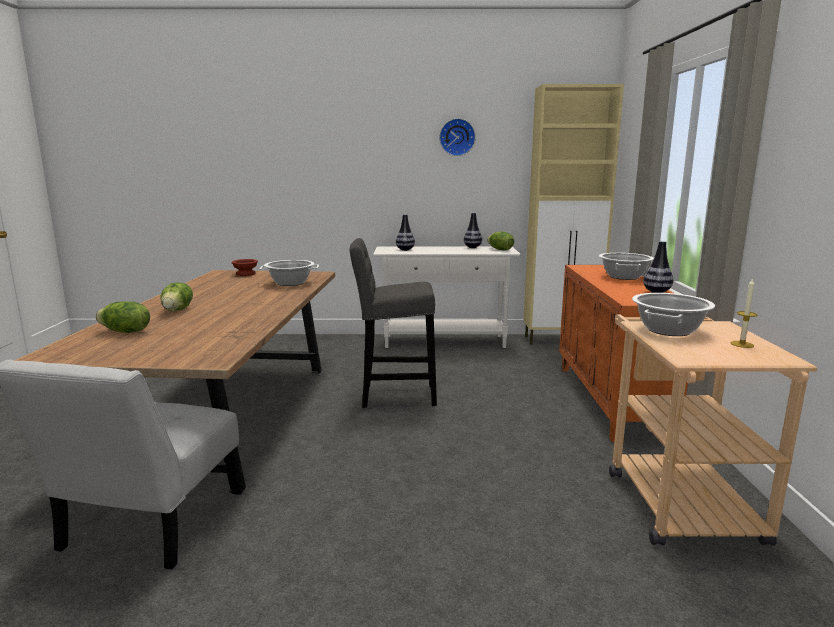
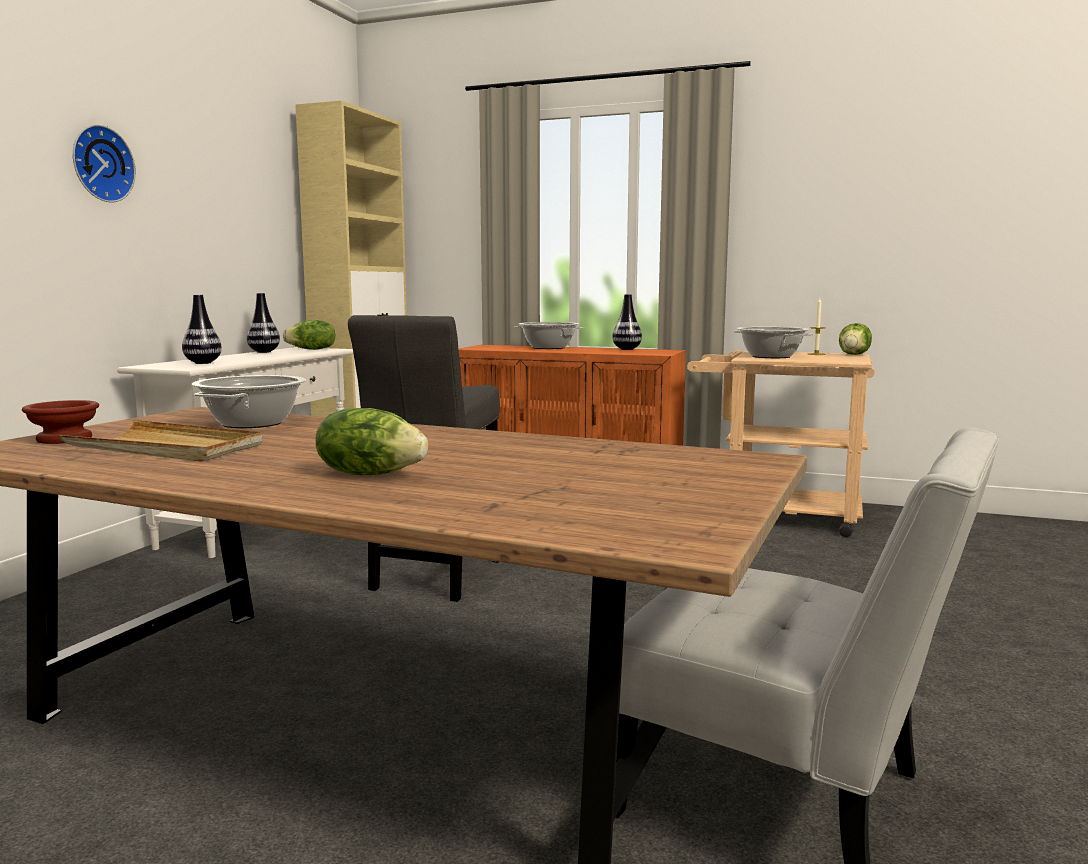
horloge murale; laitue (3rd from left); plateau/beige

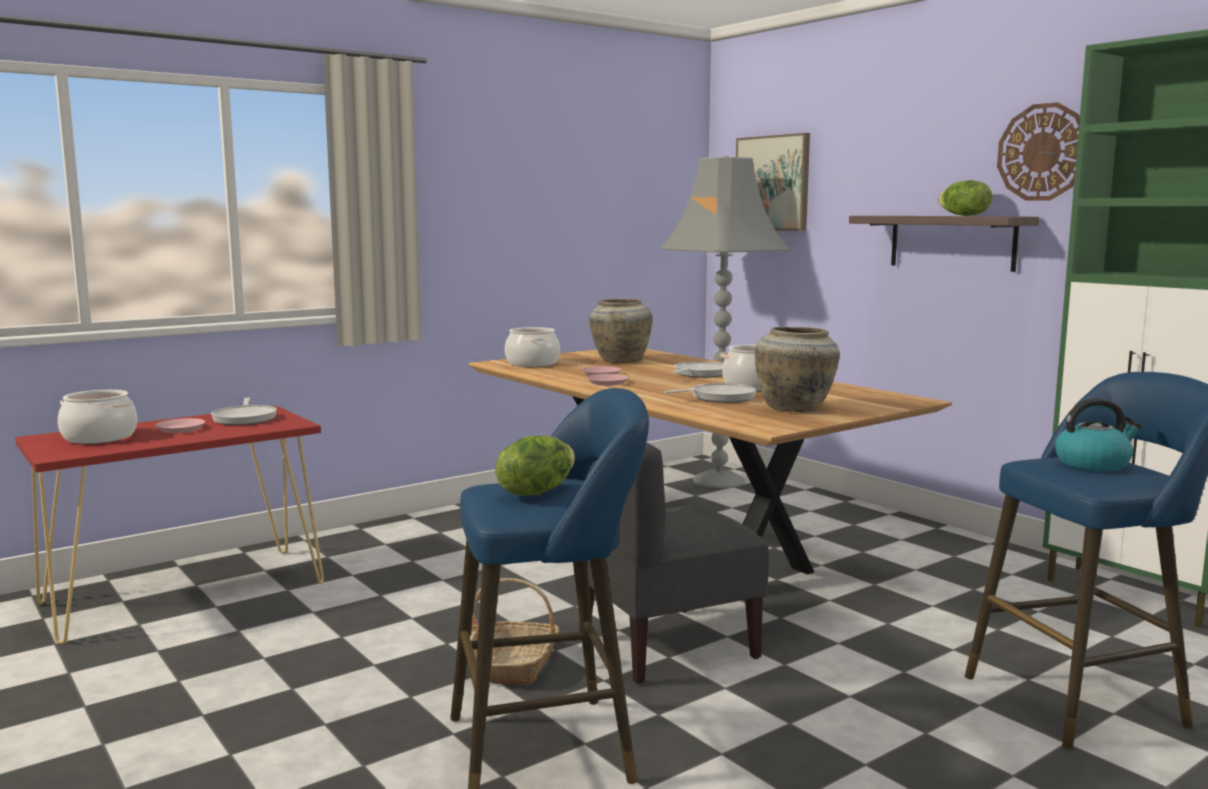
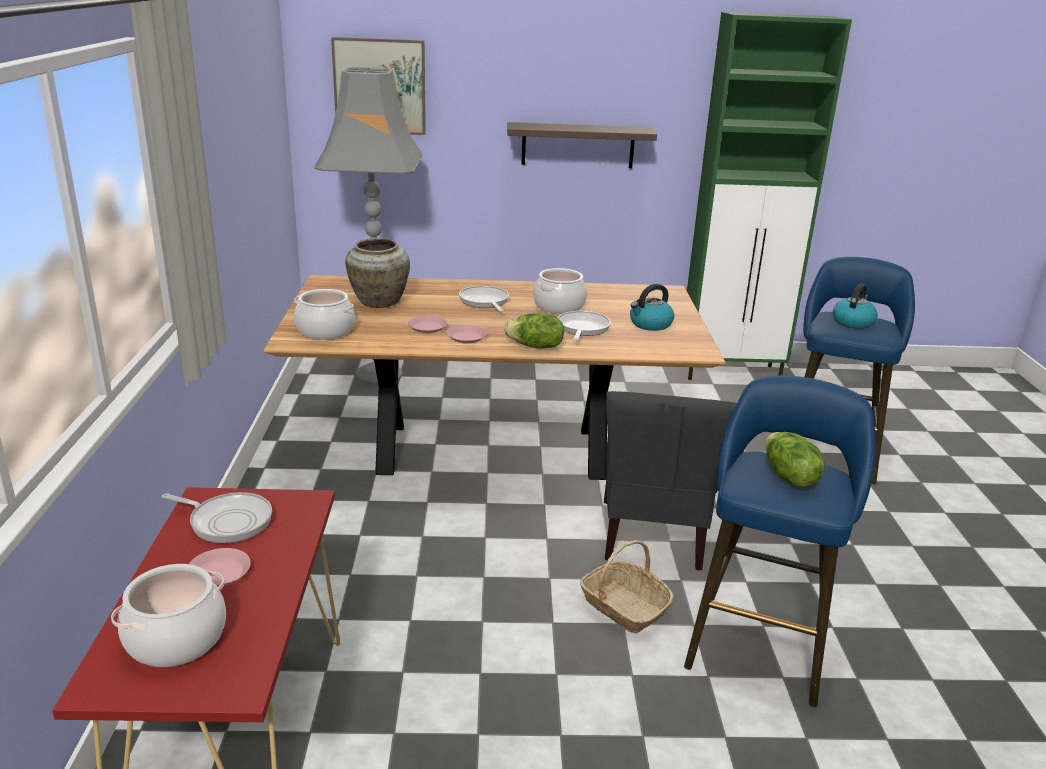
horloge murale; laitue (1st from left); bouilloire (1st from left)

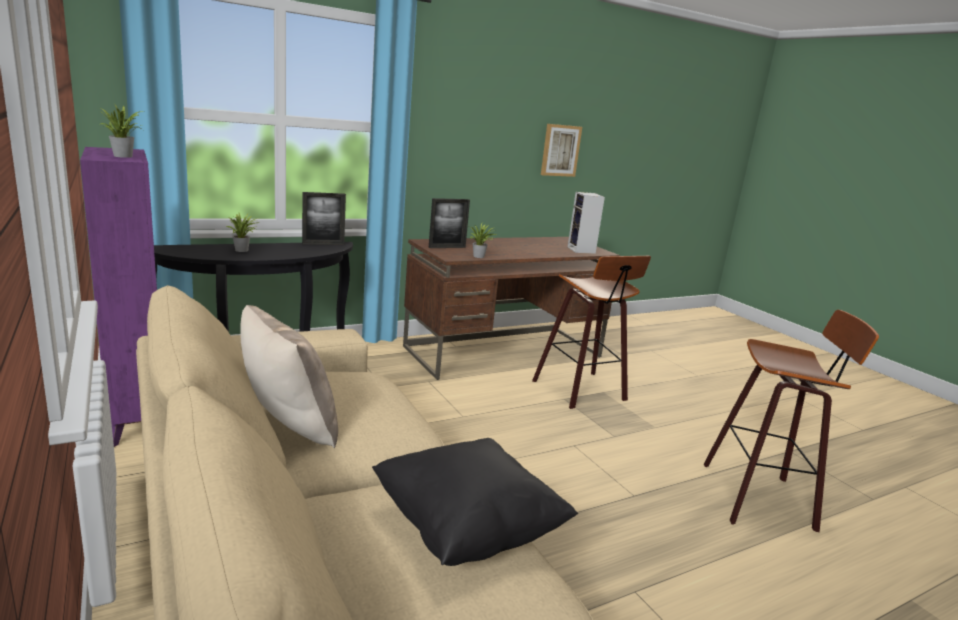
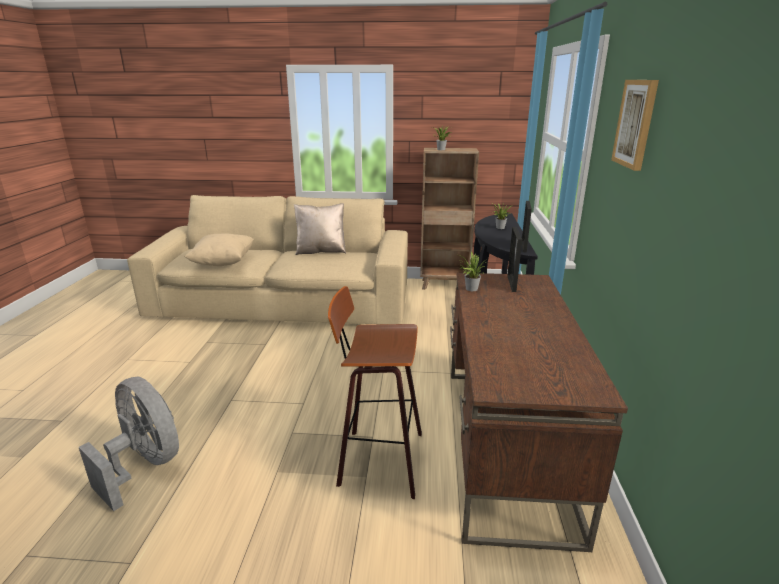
tableau; bibliothèque/marron; enceinte; ventilateur/gris; coussin/beige (1st from left)

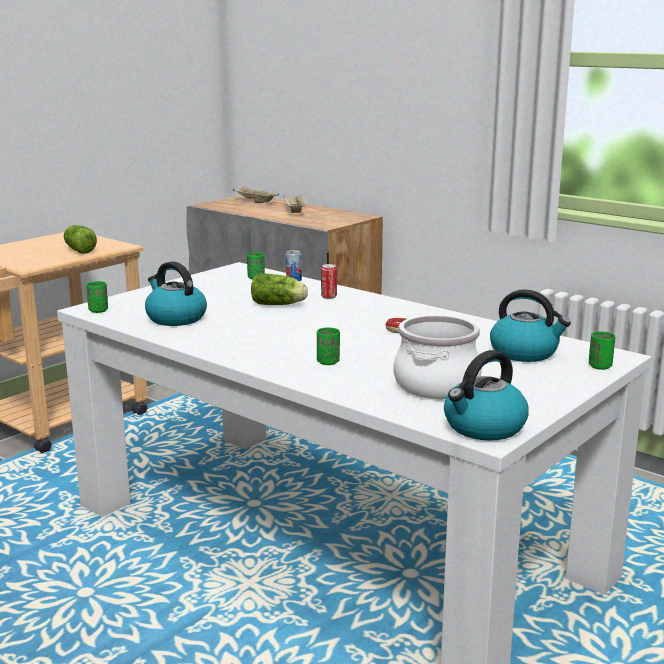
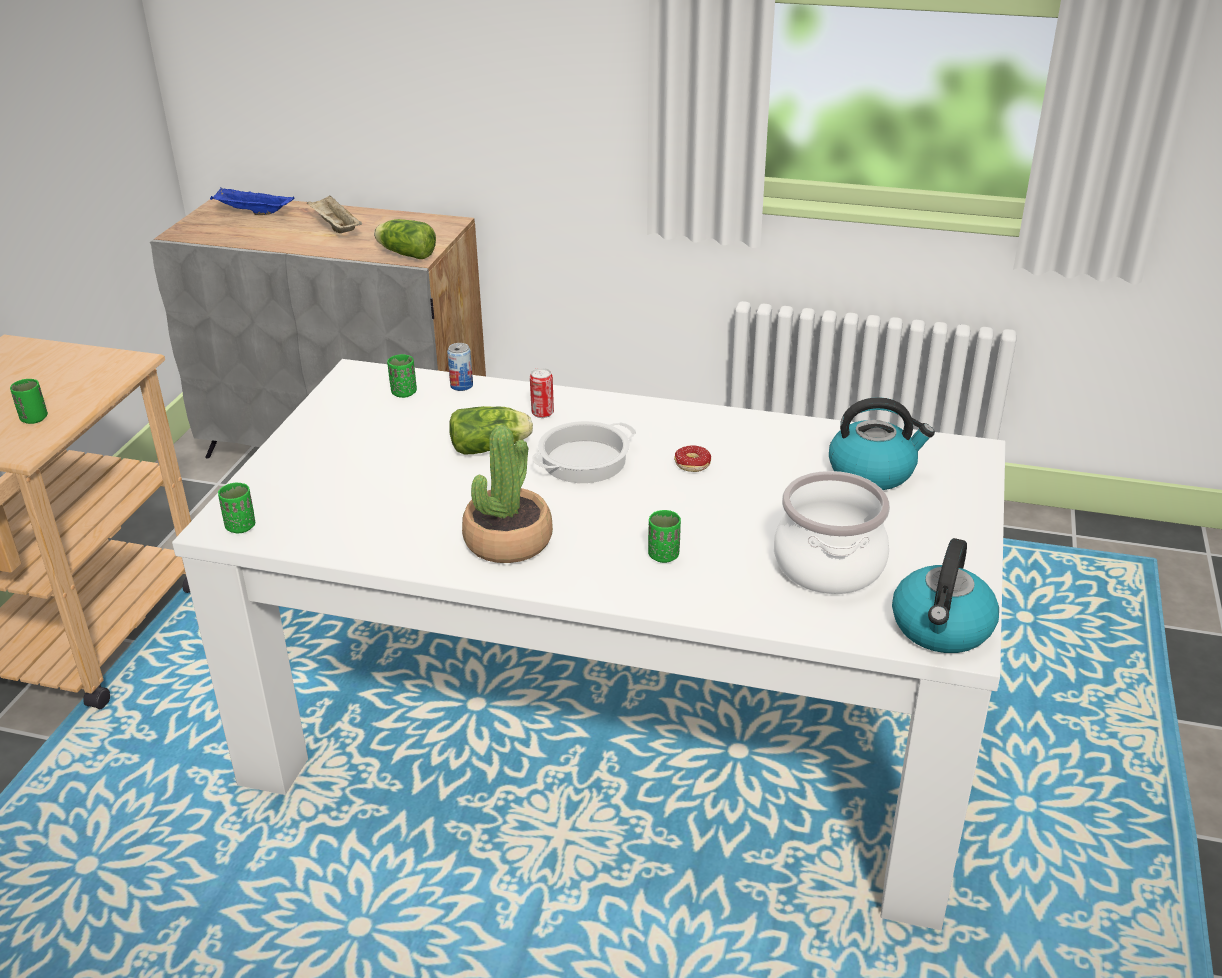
plateau/bleu; laitue (1st from left); bouilloire (1st from left in the first image); tasse/vert (1st from left); marmite (1st from left); plante en pot

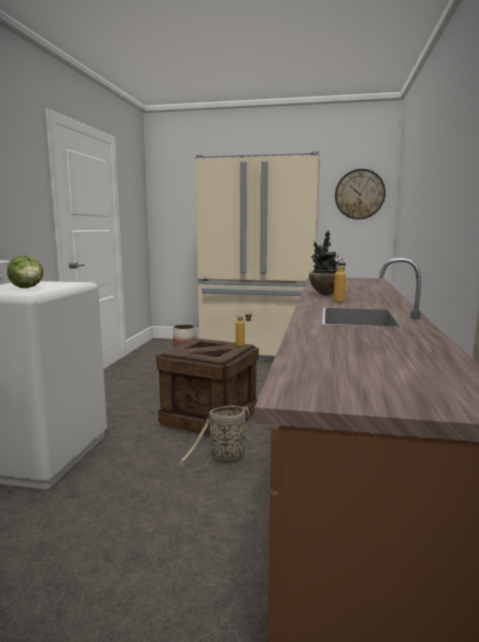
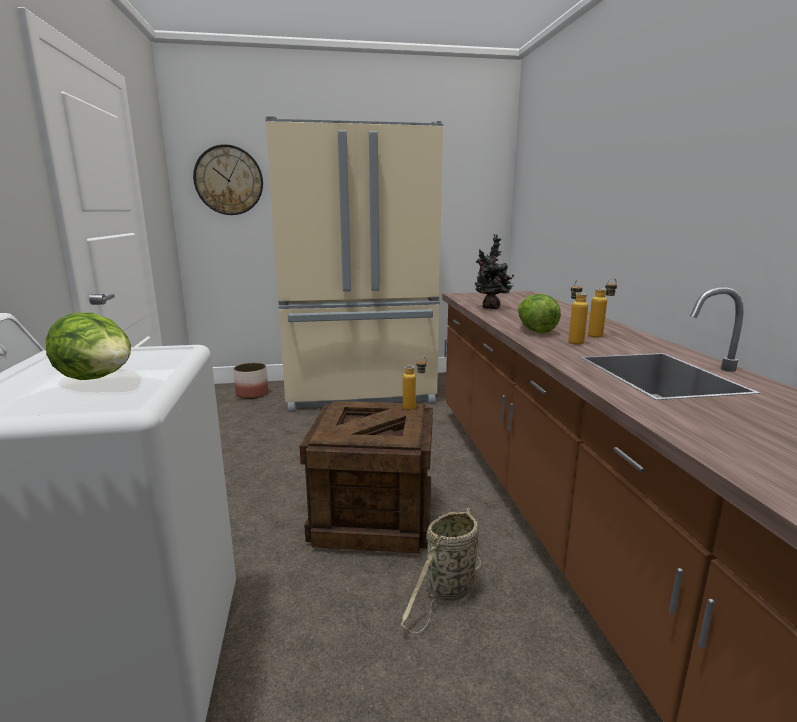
horloge murale; laitue (2nd from left); bouteille (3rd from left)

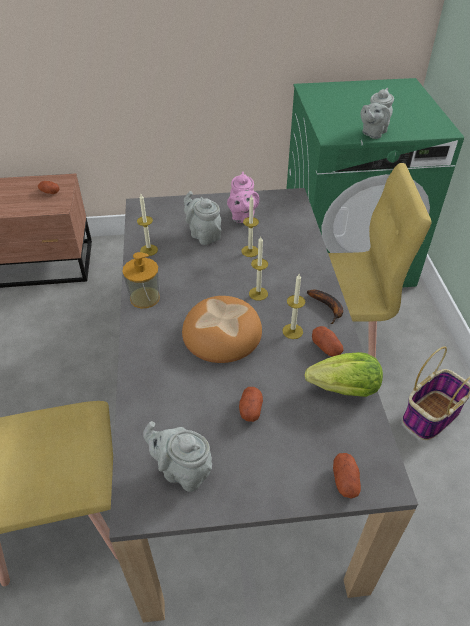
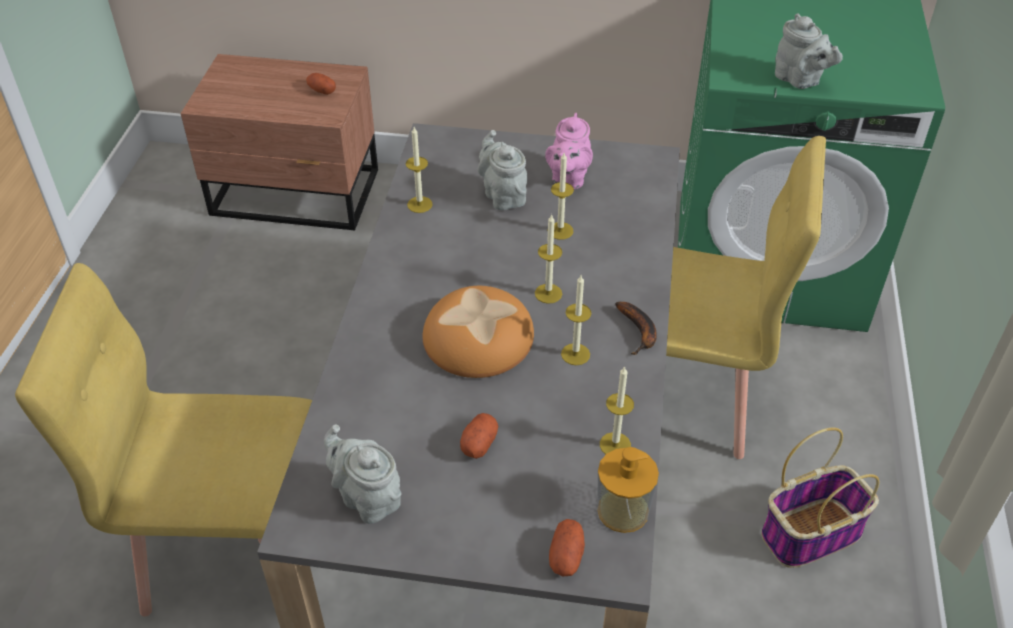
théière/gris (3rd from left); distributeur de savon; pomme de terre (3rd from left in the first image); bougie (5th from left)

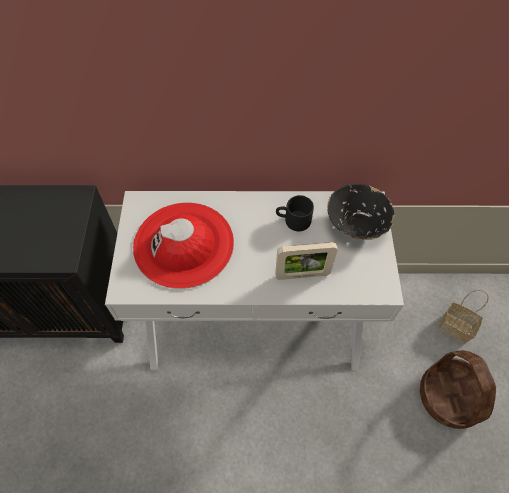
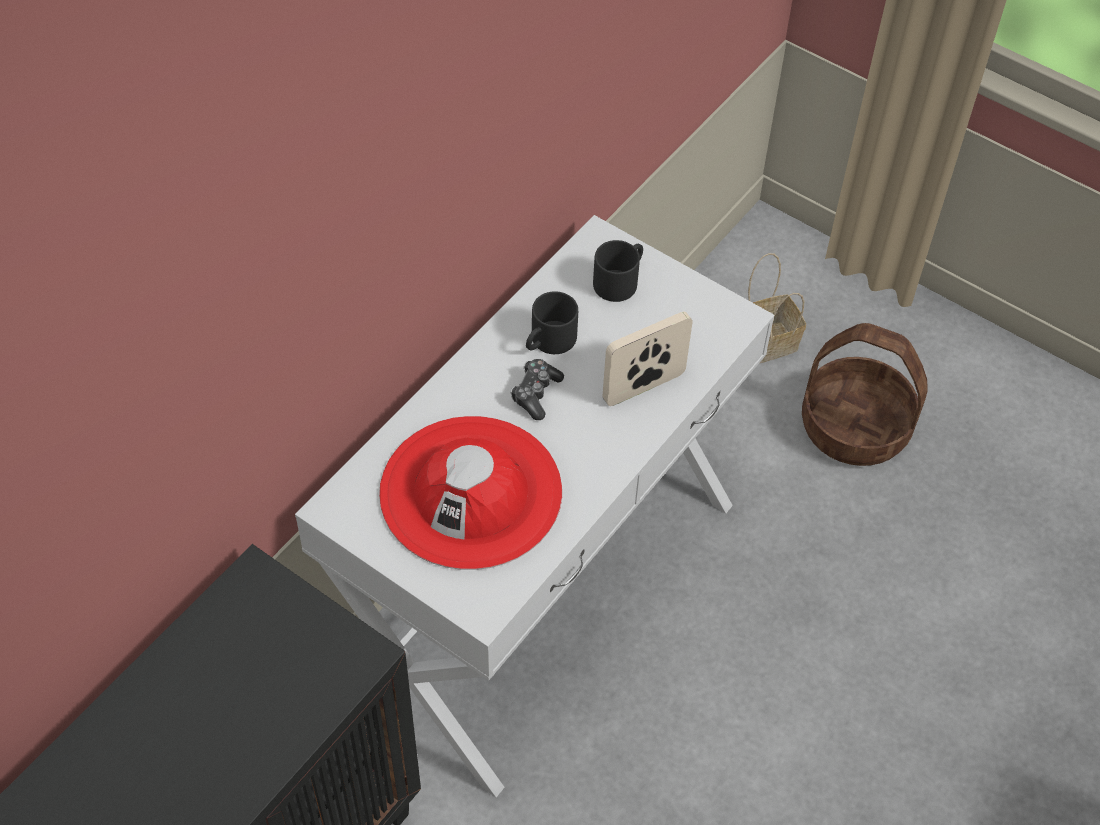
mug/noir (2nd from left); cadre photo; manette

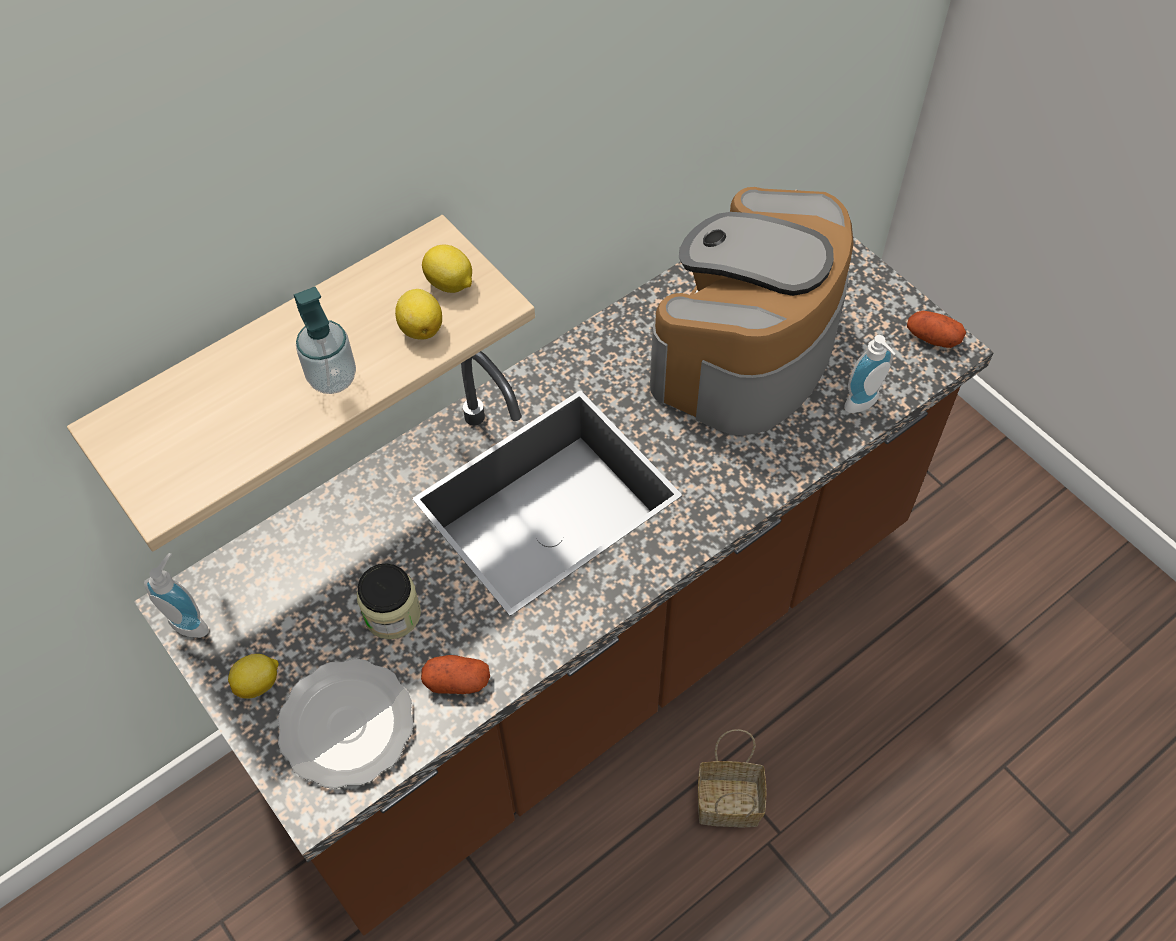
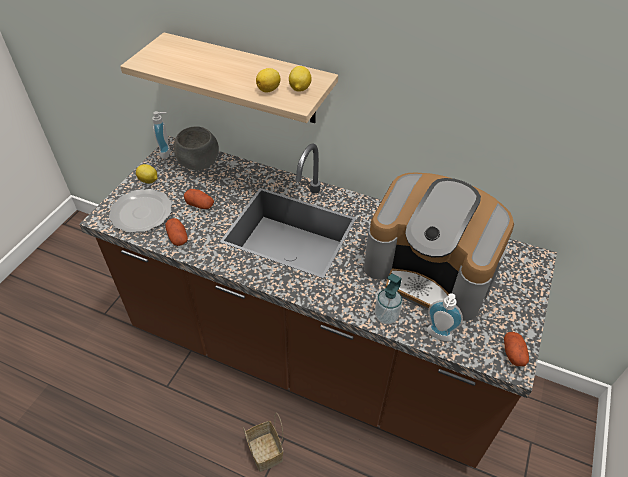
machine à café; distributeur de savon (2nd from left); pomme de terre (2nd from left); bol/gris

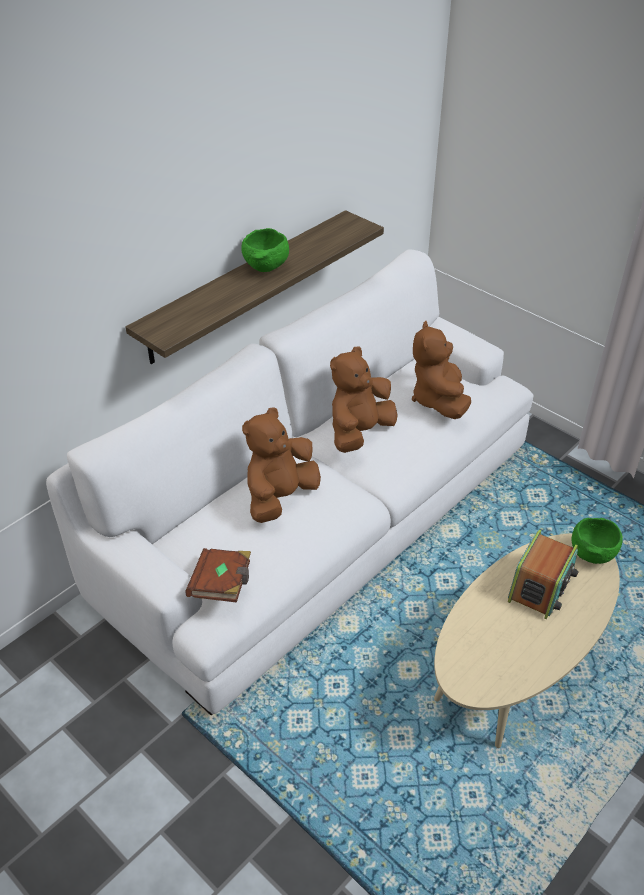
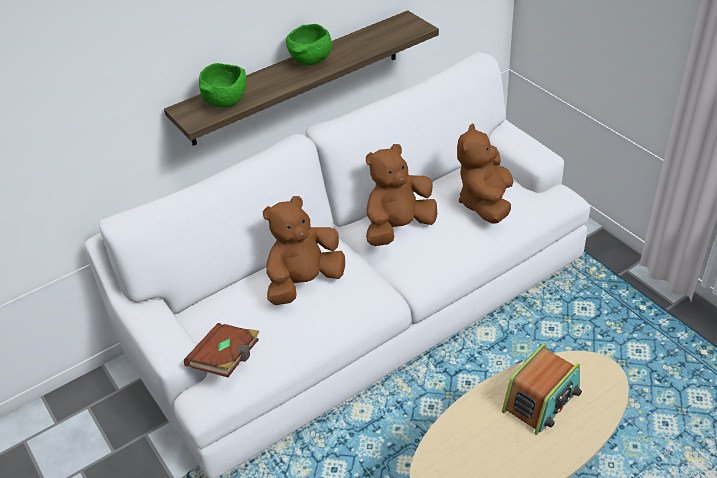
bol/vert (1st from left)

